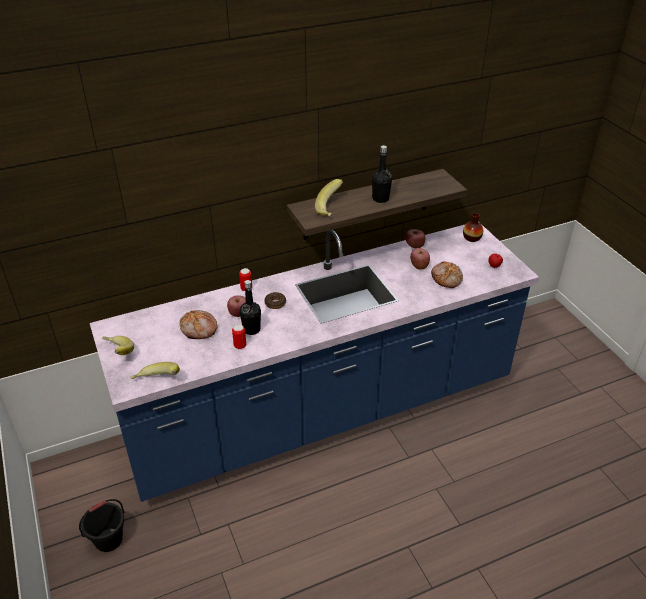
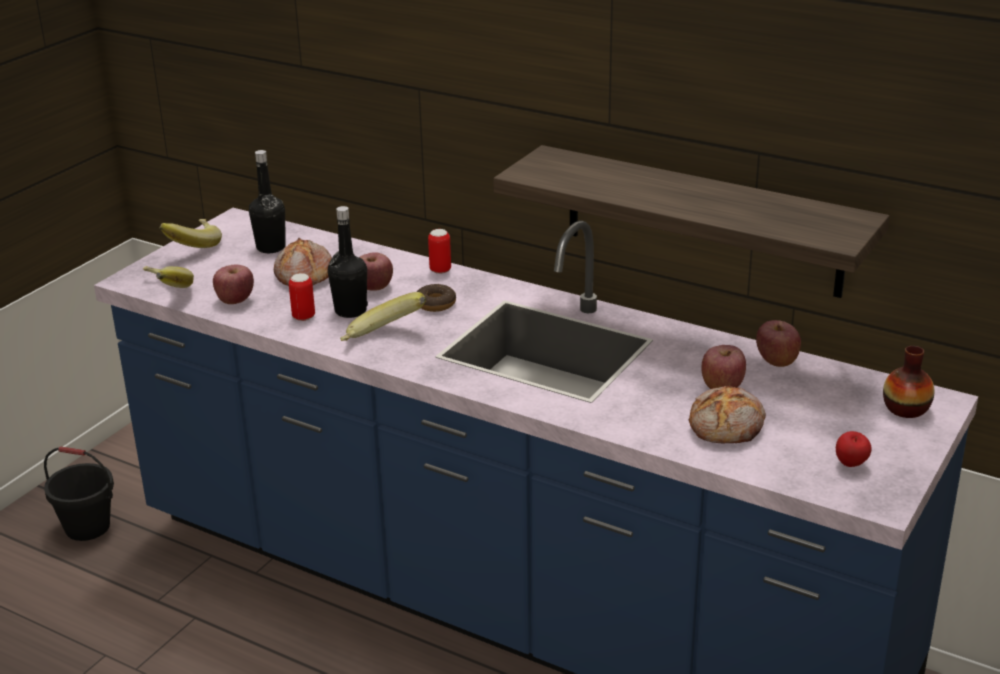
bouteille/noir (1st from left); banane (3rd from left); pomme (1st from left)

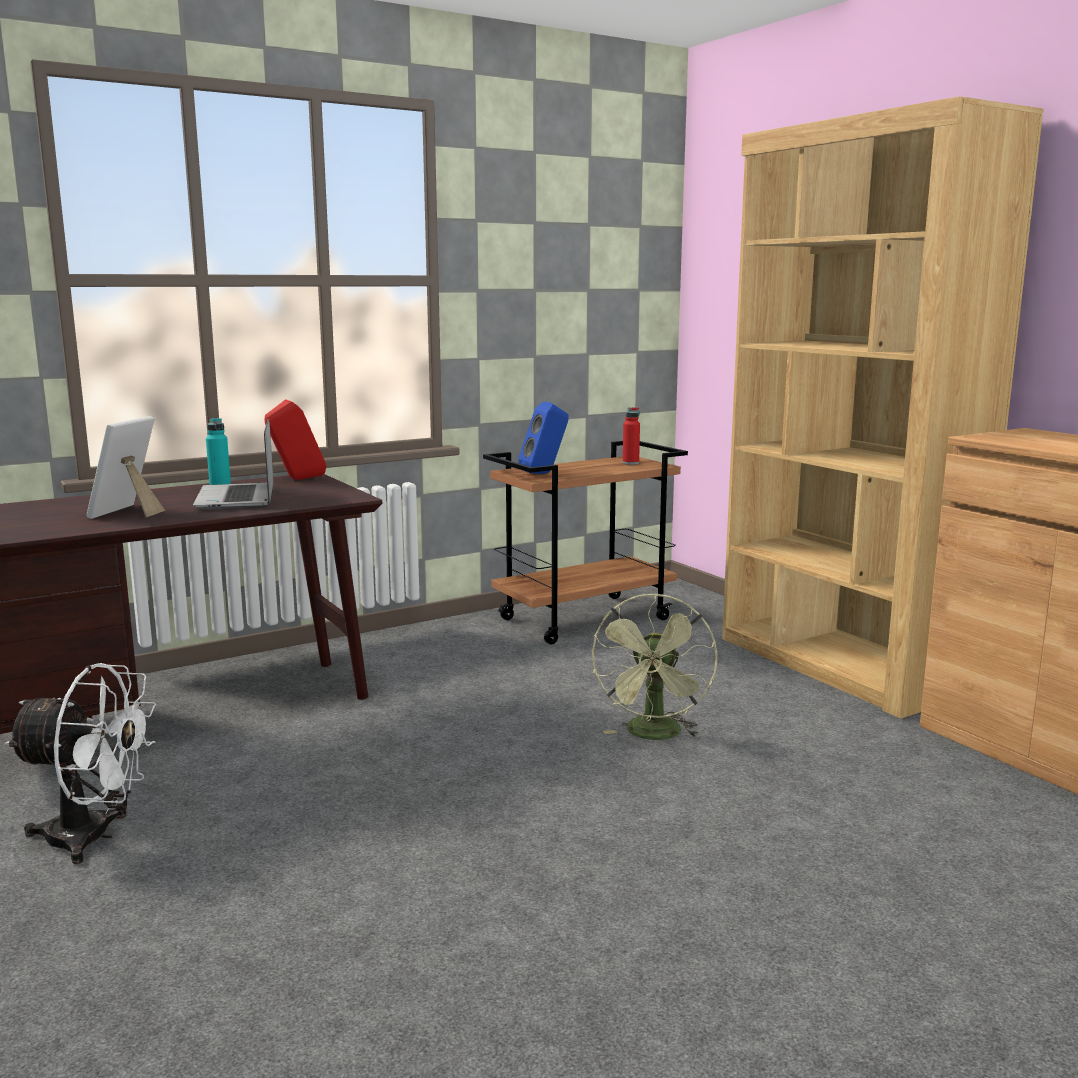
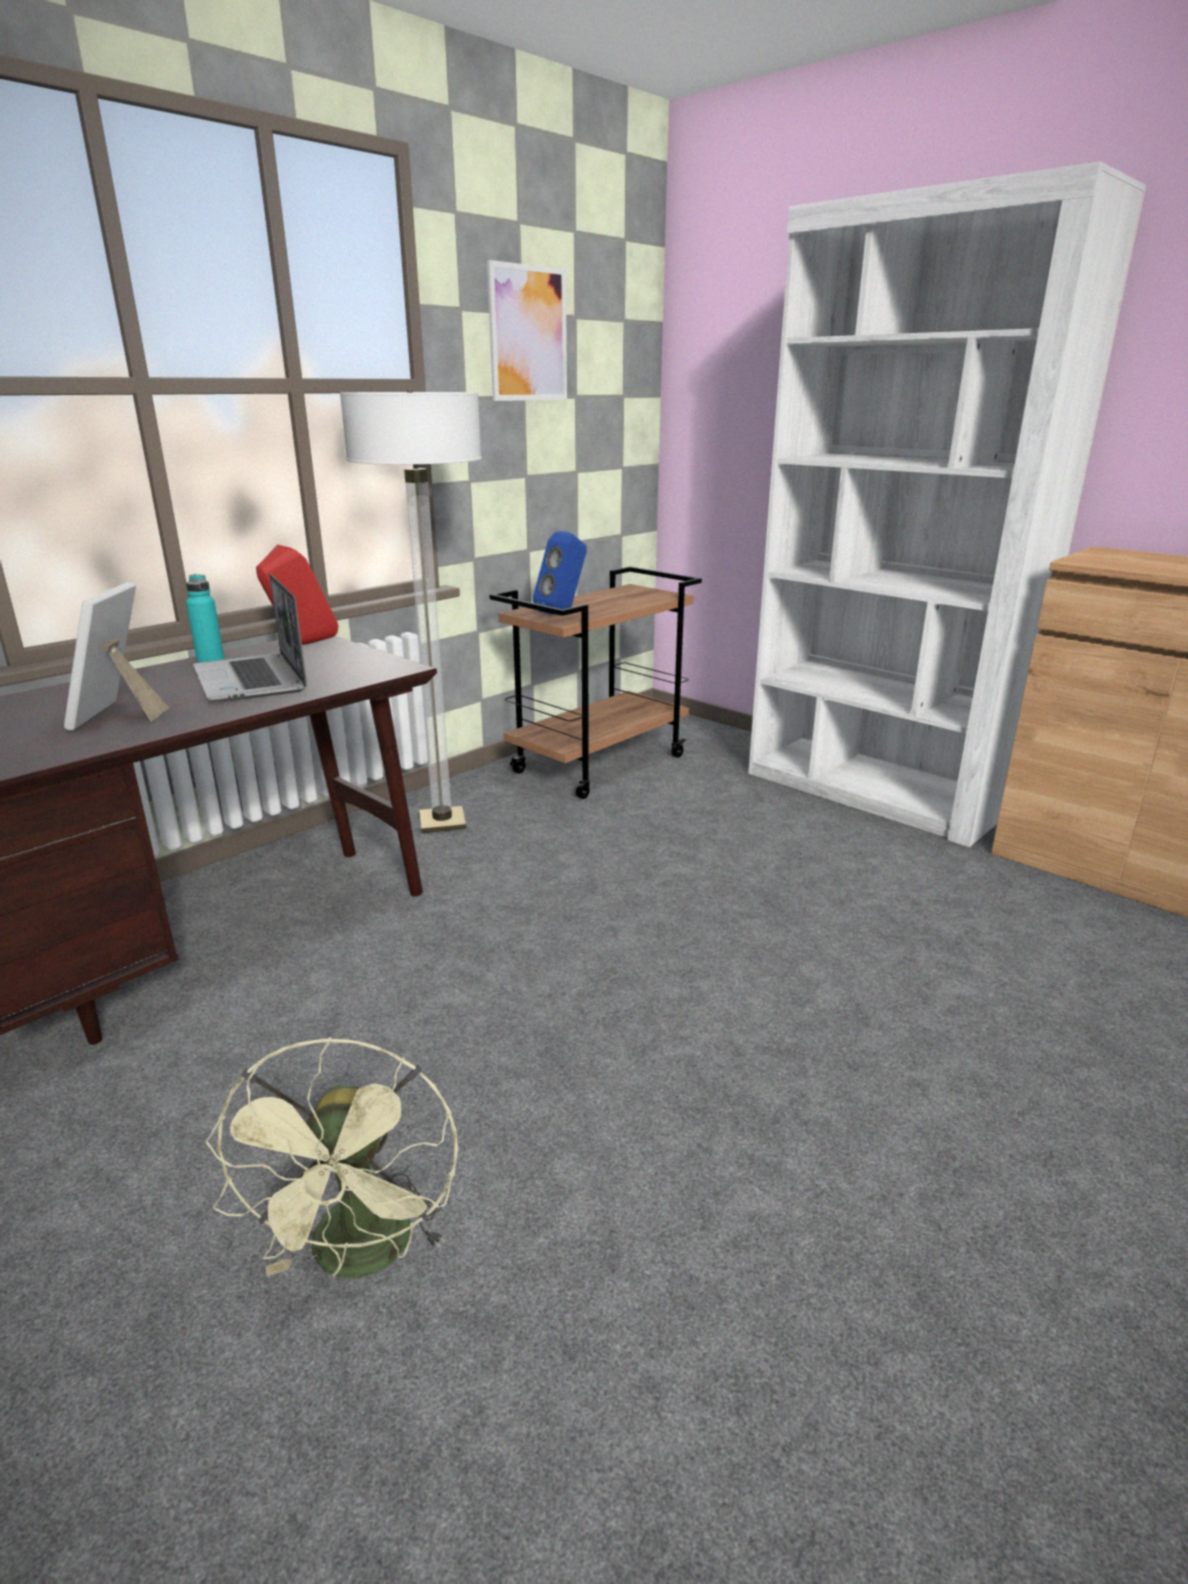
bibliothèque/blanc; bouteille/rouge; ventilateur/vert; ventilateur/blanc; tableau; lampadaire

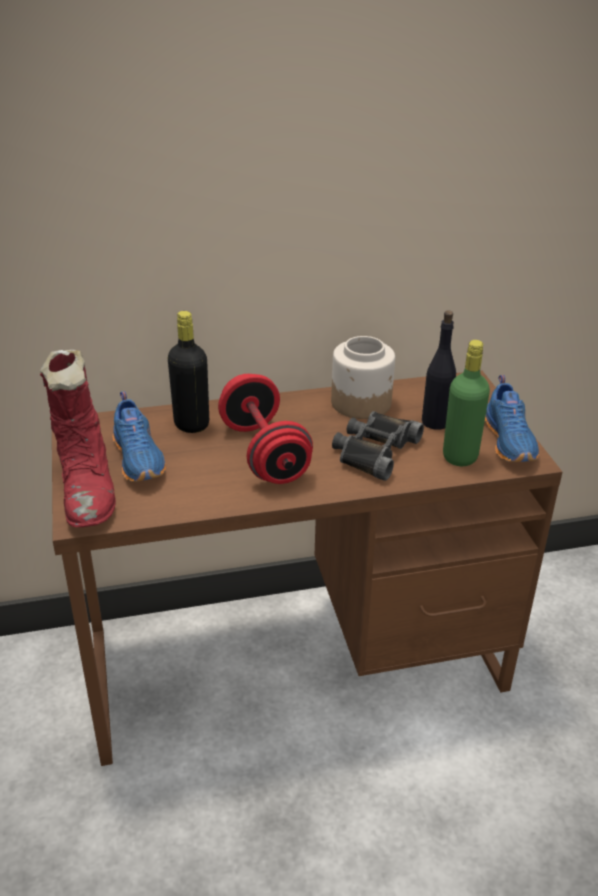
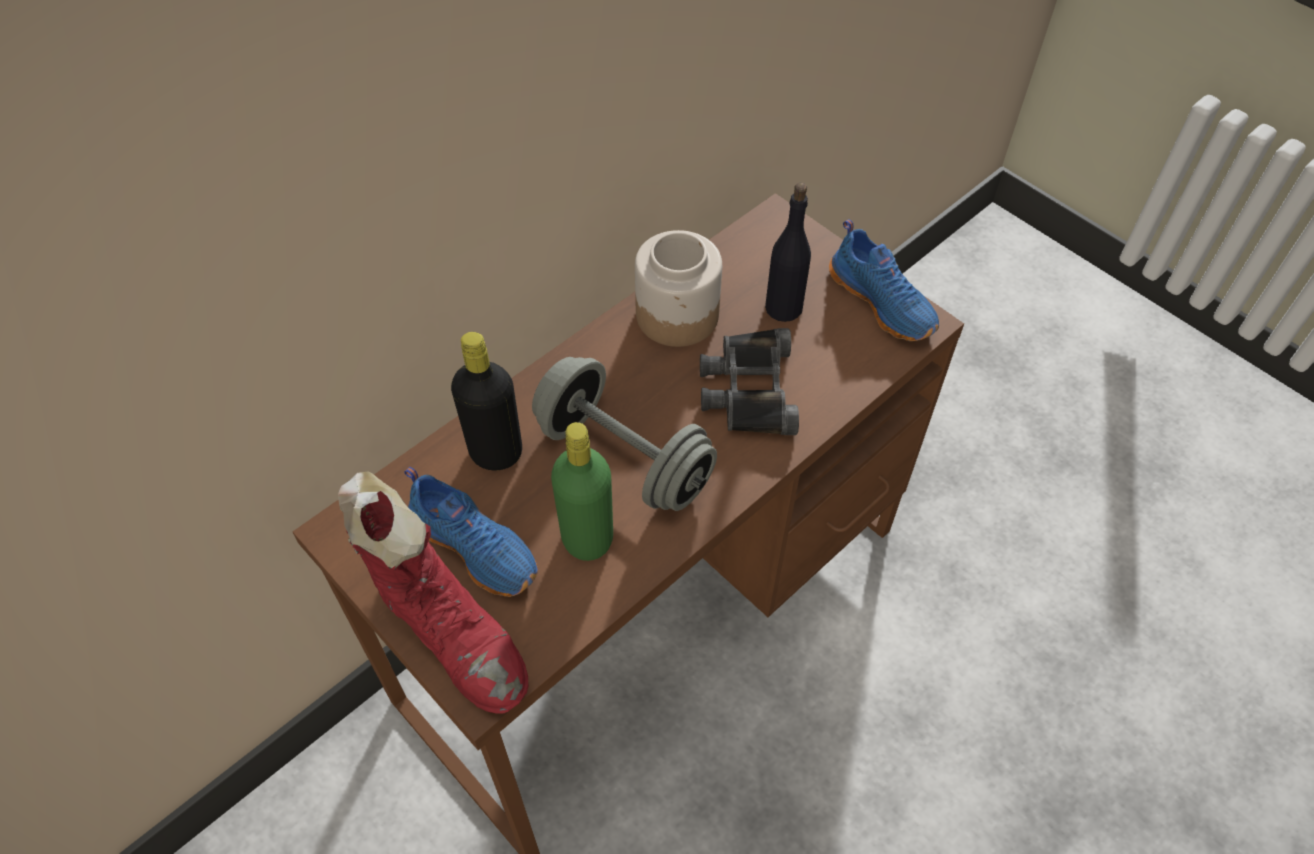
bouteille/vert; haltère/gris

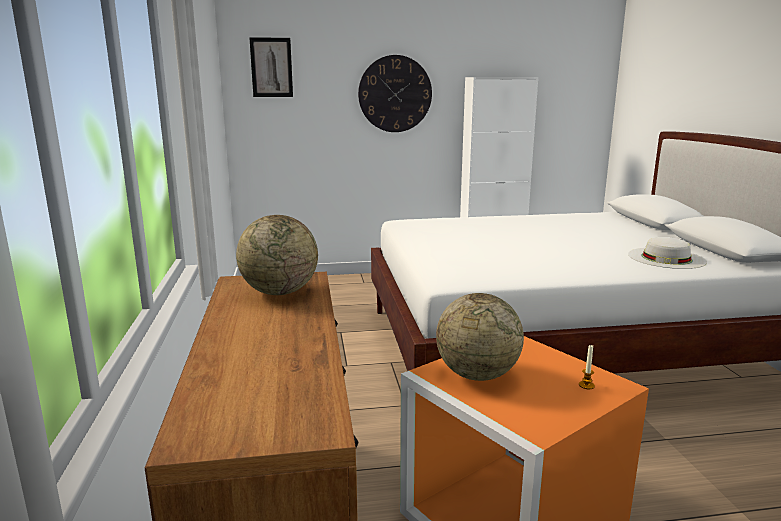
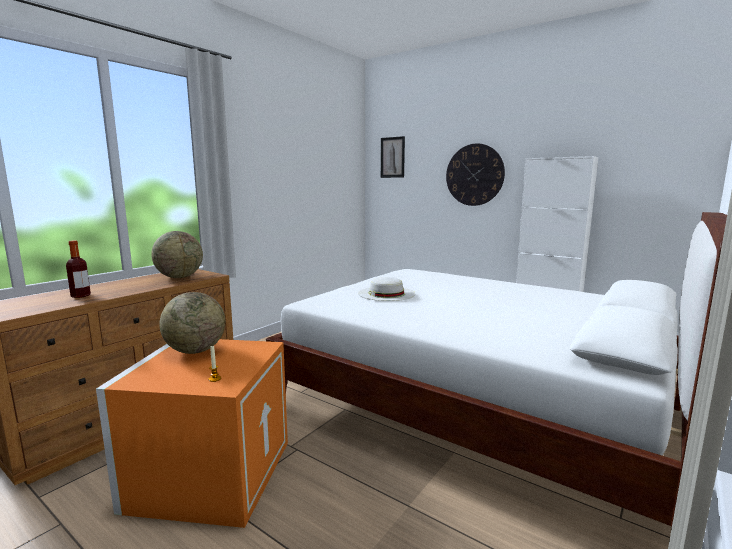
chapeau/blanc; bouteille

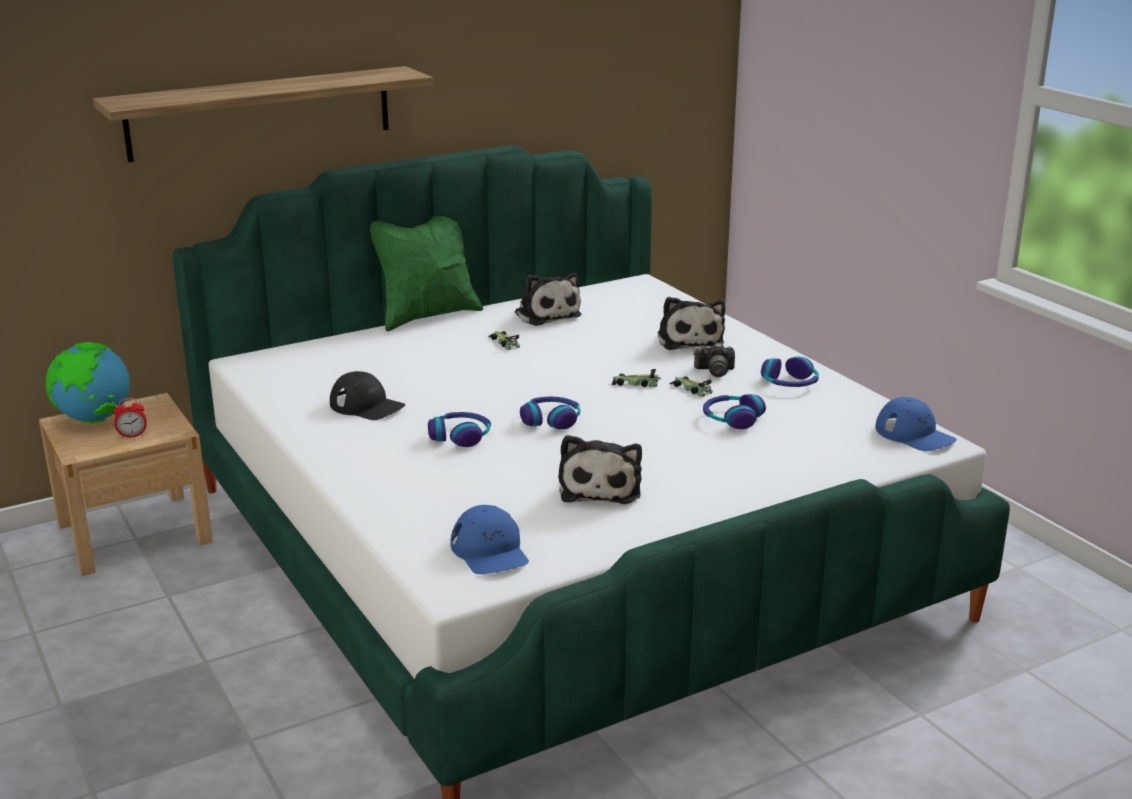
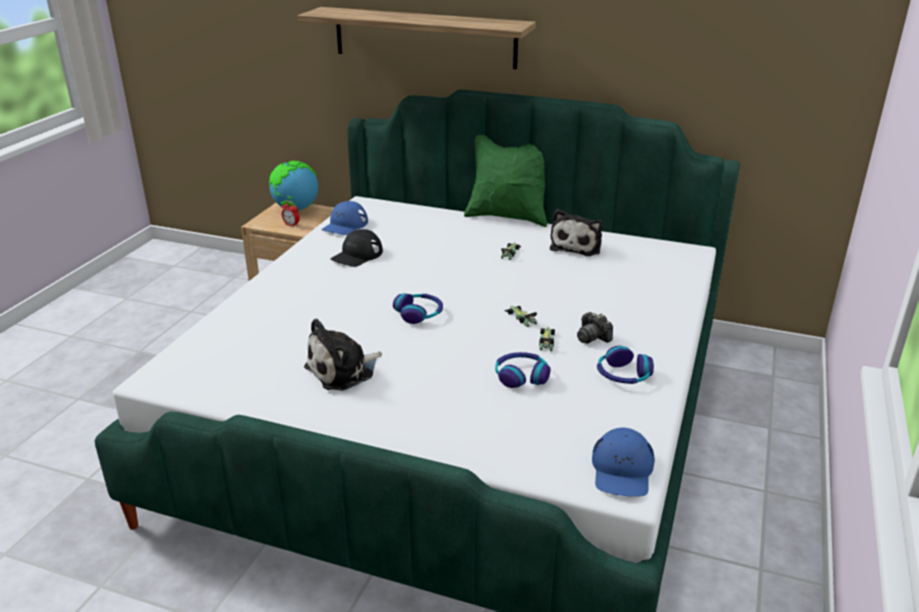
peluche (3rd from left in the first image); casquette/noir; casque audio (1st from left in the first image); casquette/bleu (1st from left)

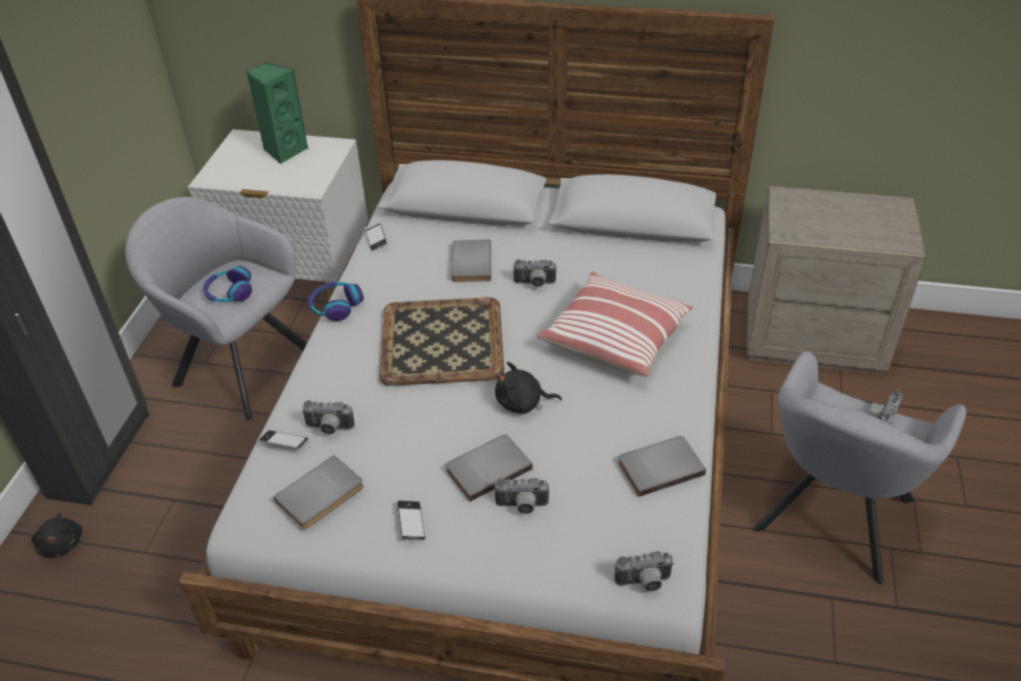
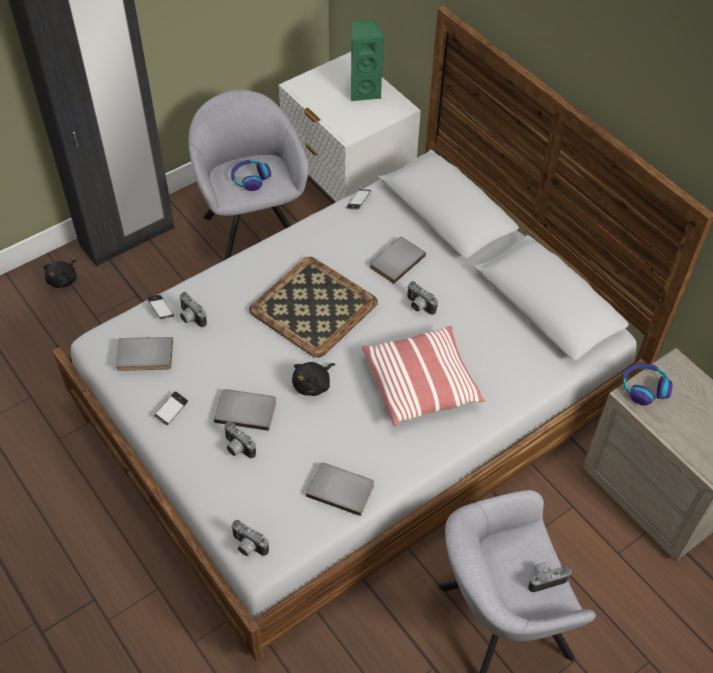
casque audio (2nd from left); peluche/noir (2nd from left)

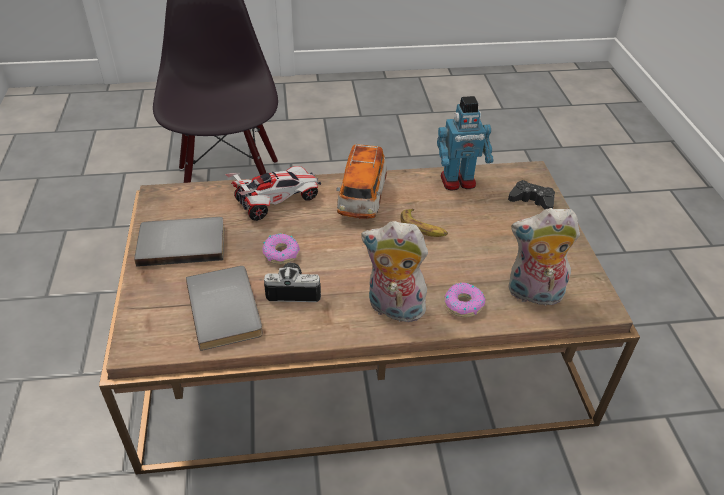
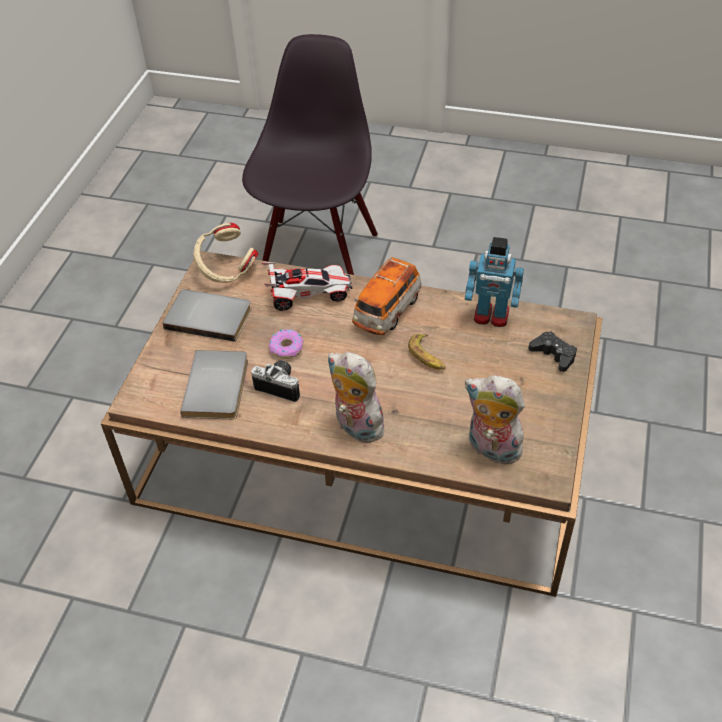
beignet (2nd from left in the first image); casque audio/beige

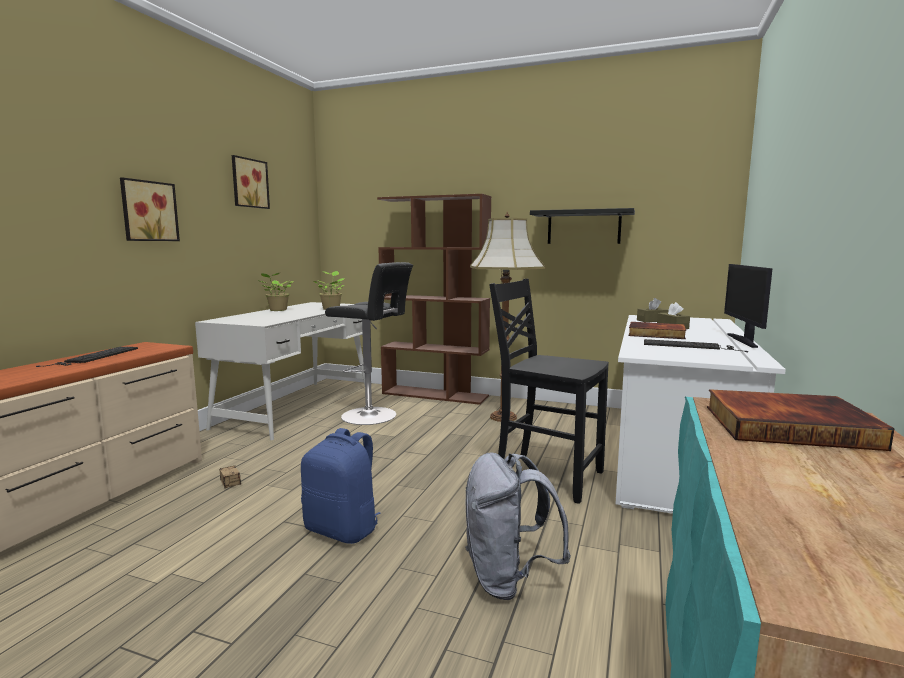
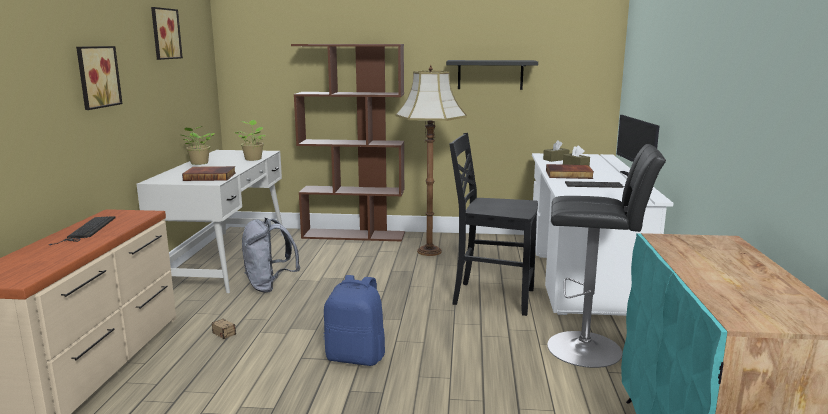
tabouret/noir; livre (1st from left); sac à dos/gris

